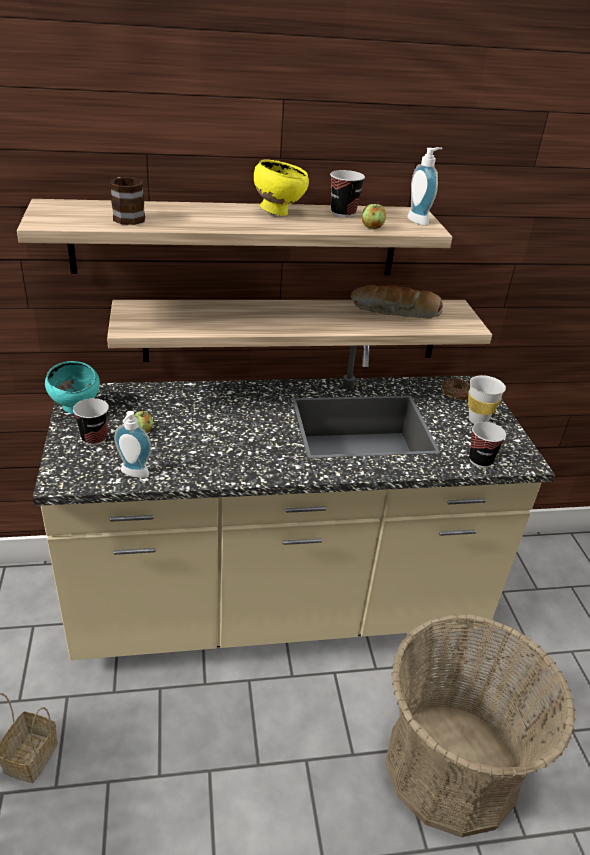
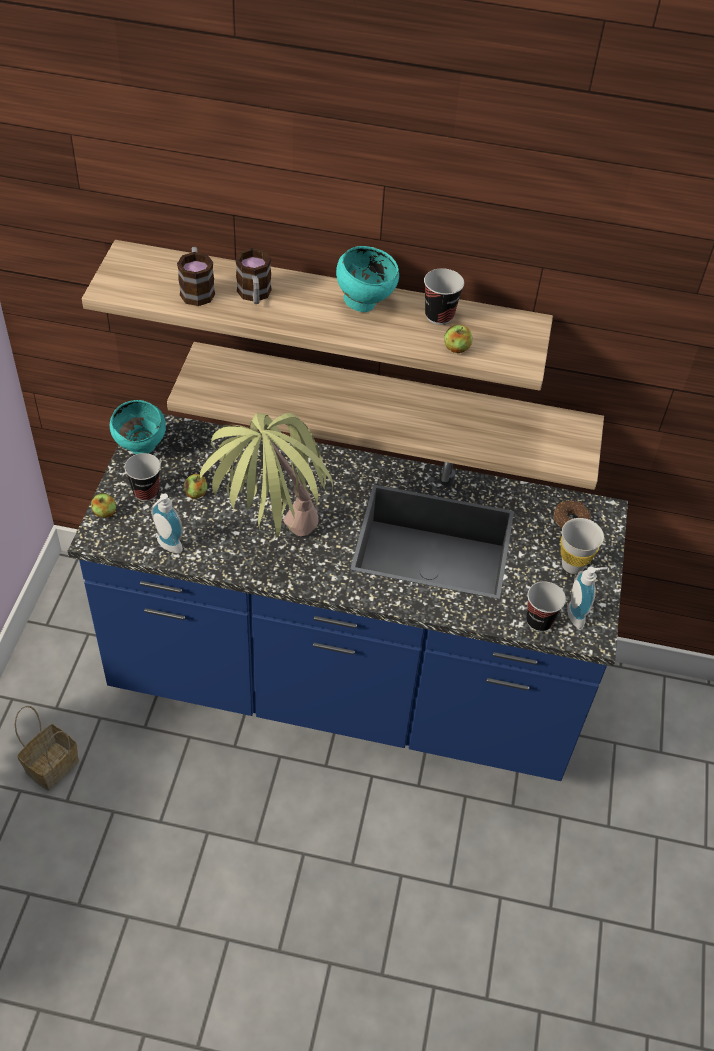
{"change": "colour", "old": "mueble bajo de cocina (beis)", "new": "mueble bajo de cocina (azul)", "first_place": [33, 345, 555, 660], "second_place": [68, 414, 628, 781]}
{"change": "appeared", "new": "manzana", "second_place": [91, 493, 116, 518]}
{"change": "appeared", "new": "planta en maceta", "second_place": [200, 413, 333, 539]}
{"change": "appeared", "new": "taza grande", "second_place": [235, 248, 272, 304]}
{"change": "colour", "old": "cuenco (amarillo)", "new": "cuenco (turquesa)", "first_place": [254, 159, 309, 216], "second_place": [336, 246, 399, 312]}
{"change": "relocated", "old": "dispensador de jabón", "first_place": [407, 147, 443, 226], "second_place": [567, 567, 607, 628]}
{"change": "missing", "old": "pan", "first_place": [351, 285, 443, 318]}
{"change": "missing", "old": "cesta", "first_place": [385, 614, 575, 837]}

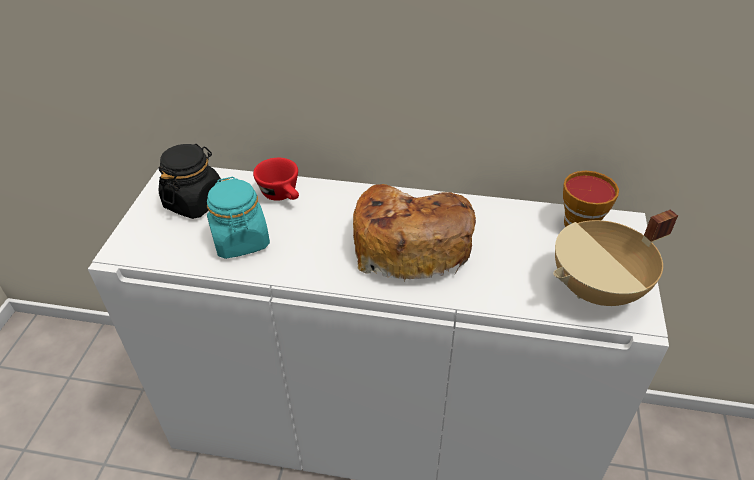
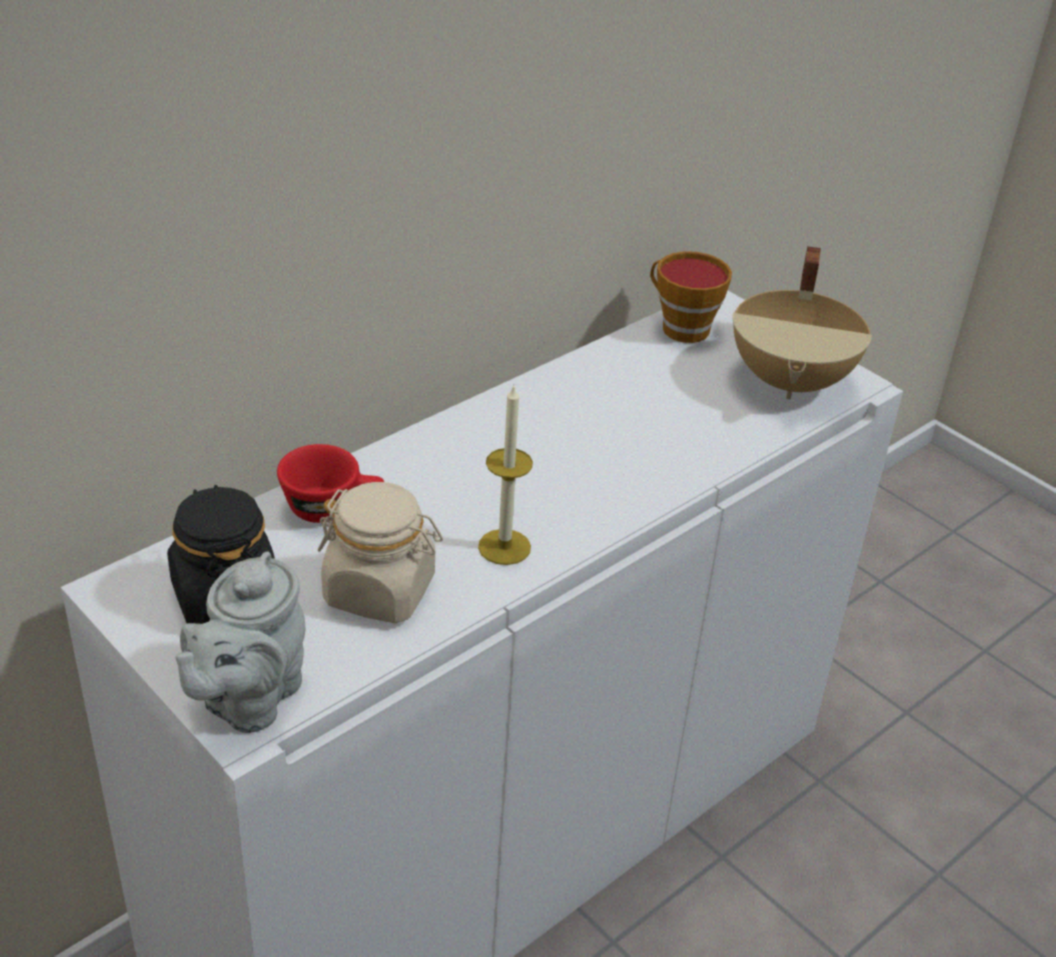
{"change": "appeared", "new": "tetera (gris)", "second_place": [175, 551, 305, 733]}
{"change": "colour", "old": "tarro (turquesa)", "new": "tarro (beis)", "first_place": [207, 176, 270, 259], "second_place": [318, 482, 443, 623]}
{"change": "appeared", "new": "vela", "second_place": [478, 385, 533, 565]}
{"change": "missing", "old": "pan", "first_place": [353, 184, 476, 282]}

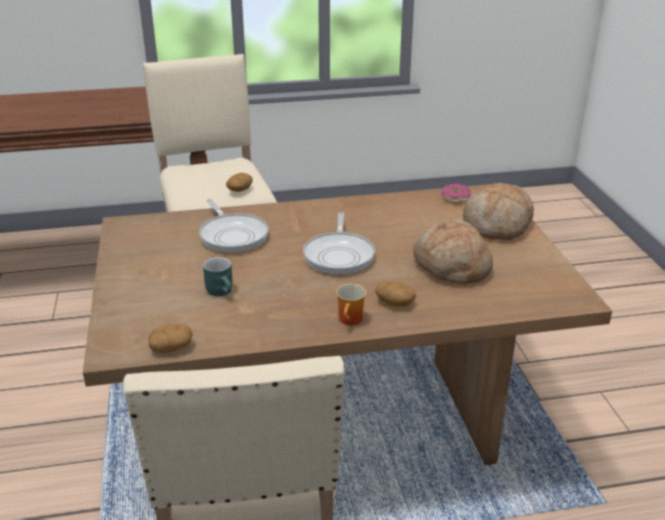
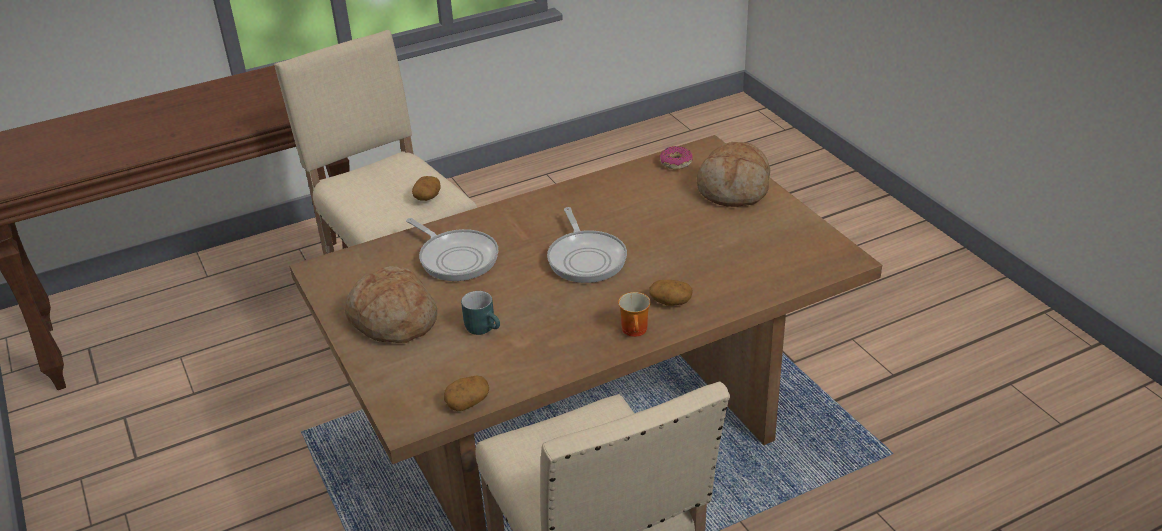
{"change": "relocated", "old": "pan", "first_place": [413, 220, 493, 284], "second_place": [345, 266, 437, 343]}

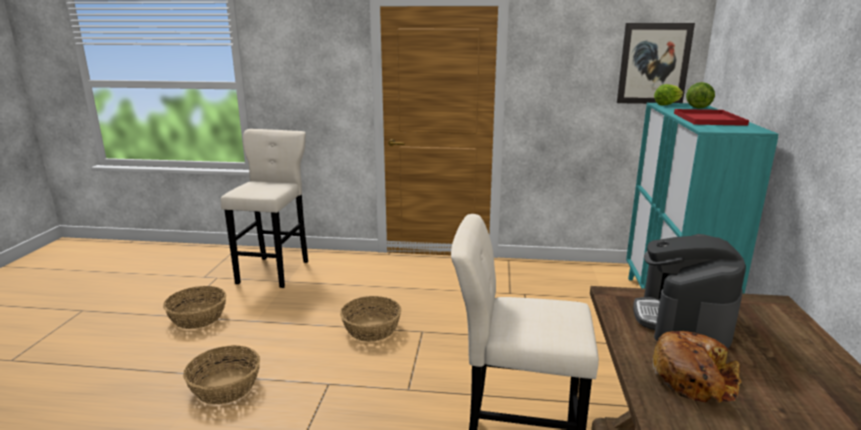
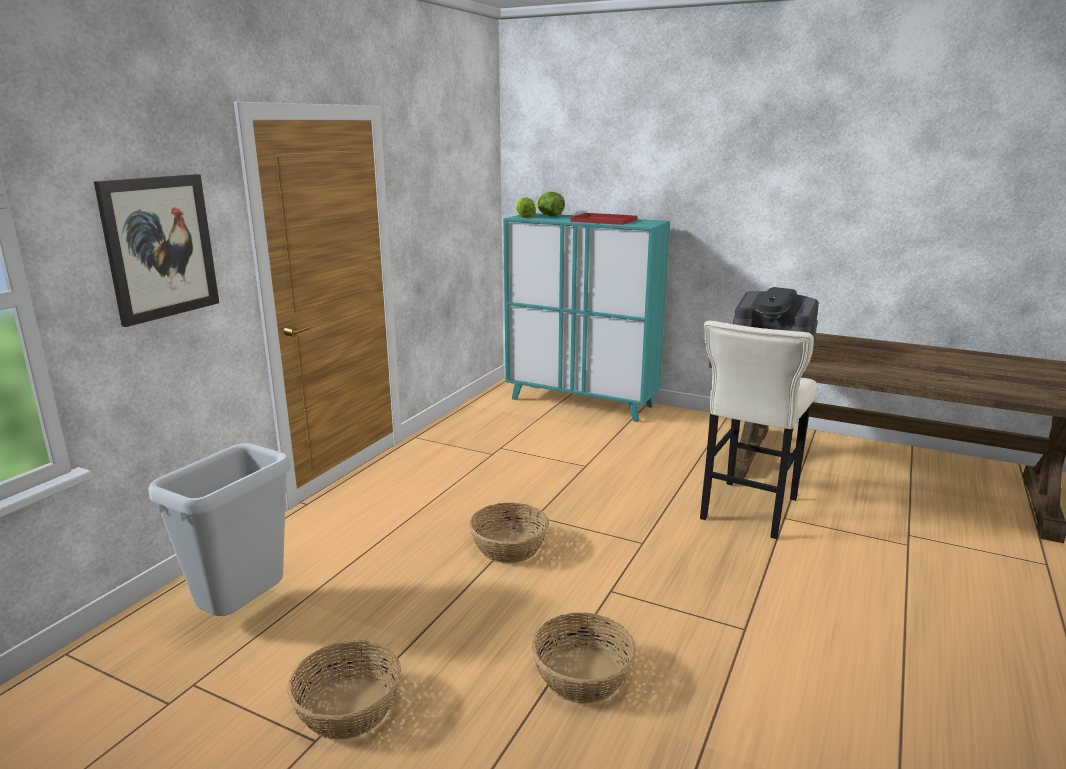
{"change": "relocated", "old": "cuadro", "first_place": [617, 23, 695, 104], "second_place": [94, 174, 219, 327]}
{"change": "exchanged", "old": "taburete (beis)", "new": "papelera (gris)", "first_place": [221, 129, 308, 288], "second_place": [148, 443, 291, 616]}
{"change": "missing", "old": "pan", "first_place": [652, 331, 741, 403]}

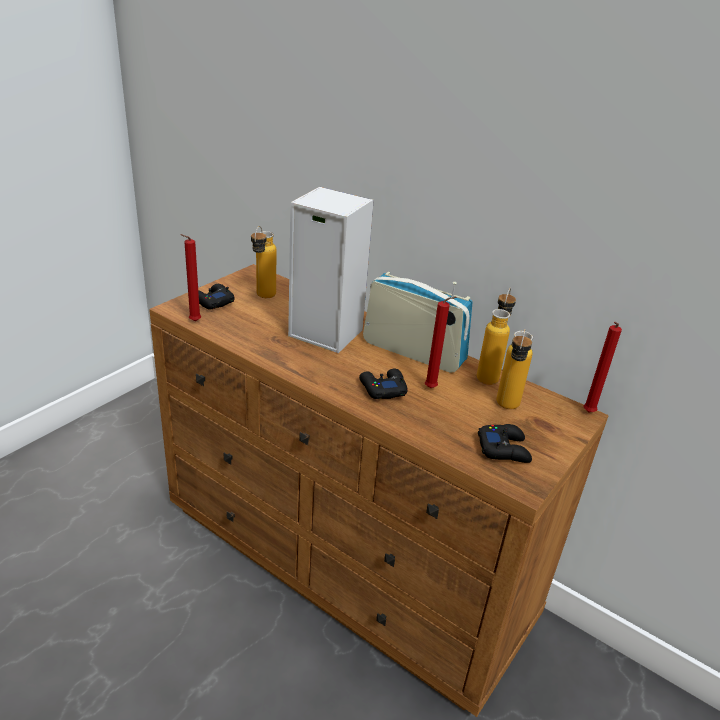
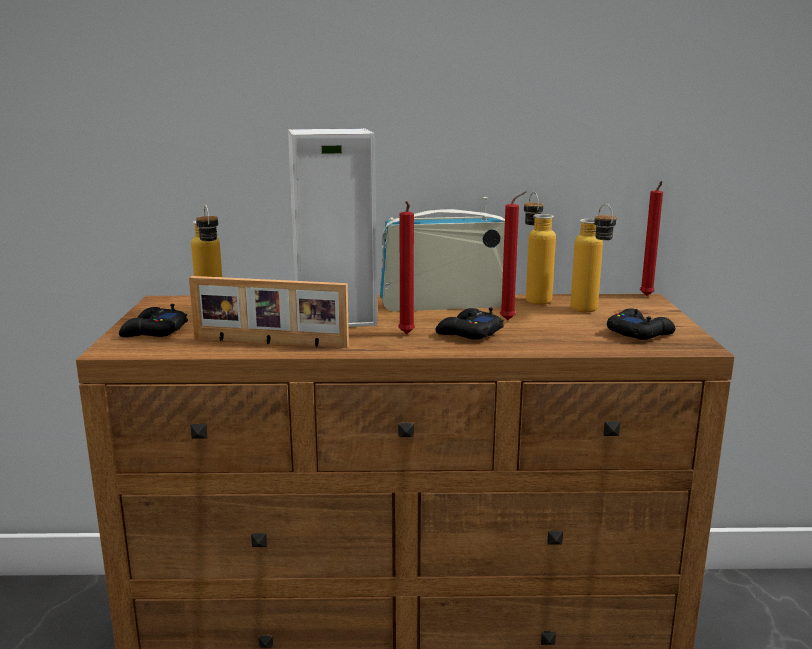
{"change": "appeared", "new": "portarretratos", "second_place": [189, 276, 349, 348]}
{"change": "relocated", "old": "vela (rojo)", "first_place": [180, 234, 201, 322], "second_place": [398, 201, 415, 334]}

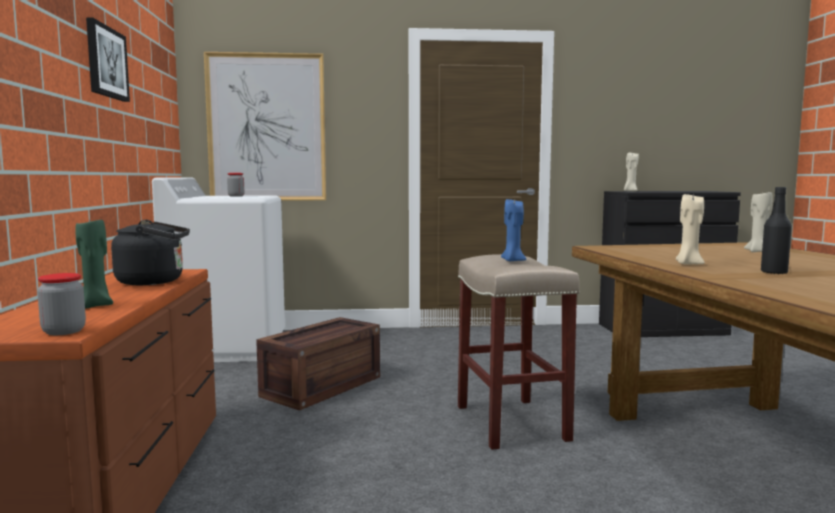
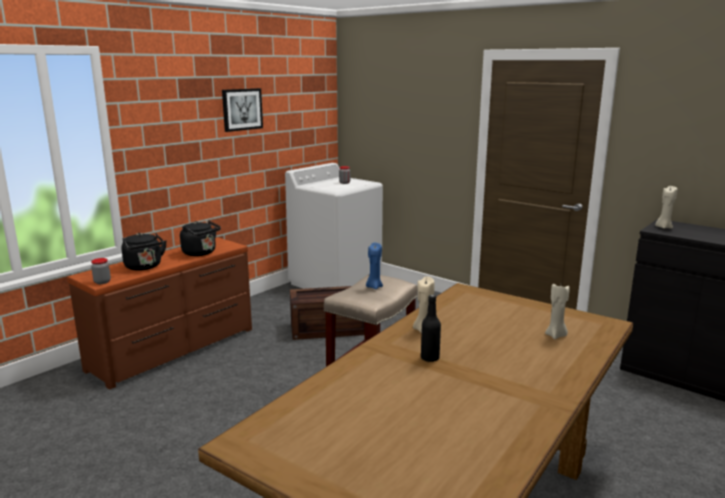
{"change": "exchanged", "old": "vela (verde)", "new": "hervidor (negro)", "first_place": [75, 220, 113, 309], "second_place": [121, 233, 167, 271]}
{"change": "missing", "old": "cuadro", "first_place": [204, 52, 326, 200]}

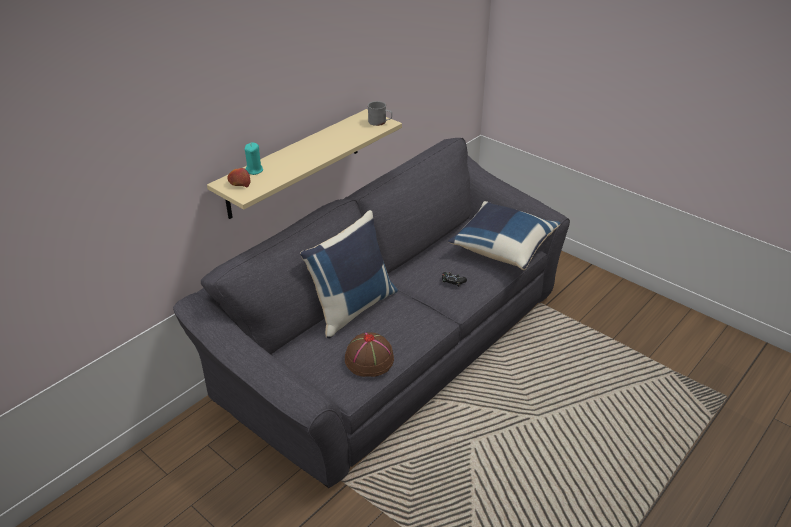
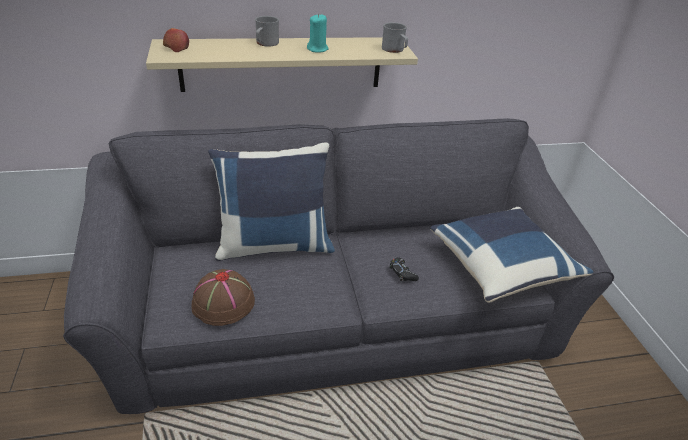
{"change": "appeared", "new": "taza grande (gris)", "second_place": [255, 16, 279, 46]}
{"change": "relocated", "old": "vela (turquesa)", "first_place": [244, 143, 263, 175], "second_place": [307, 14, 329, 52]}

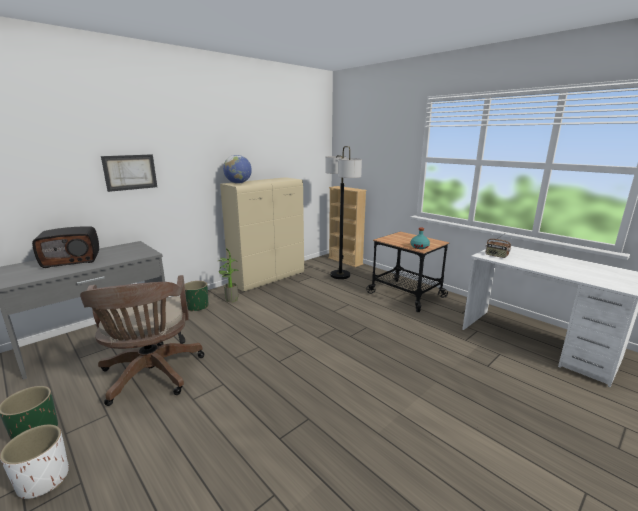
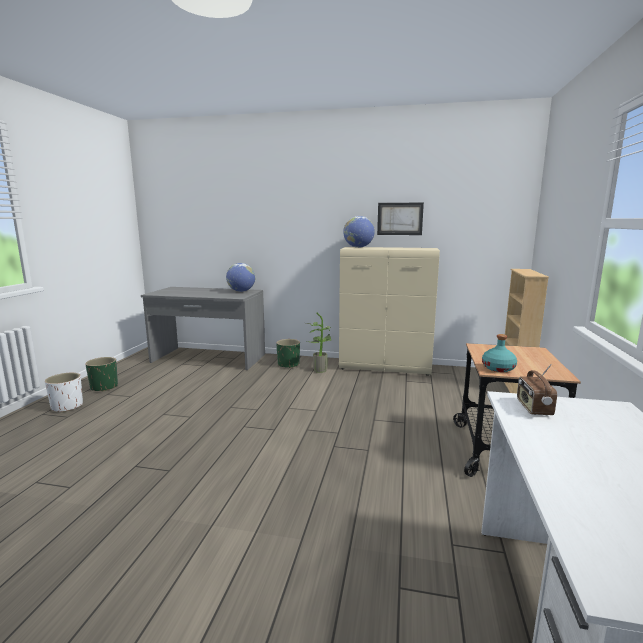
{"change": "appeared", "new": "globo terráqueo", "second_place": [226, 263, 255, 292]}
{"change": "relocated", "old": "cuadro", "first_place": [101, 154, 157, 192], "second_place": [377, 202, 424, 235]}
{"change": "missing", "old": "radio", "first_place": [32, 226, 99, 268]}
{"change": "missing", "old": "silla de oficina (marrón)", "first_place": [80, 275, 204, 406]}
{"change": "missing", "old": "lámpara de pie", "first_place": [325, 146, 362, 279]}

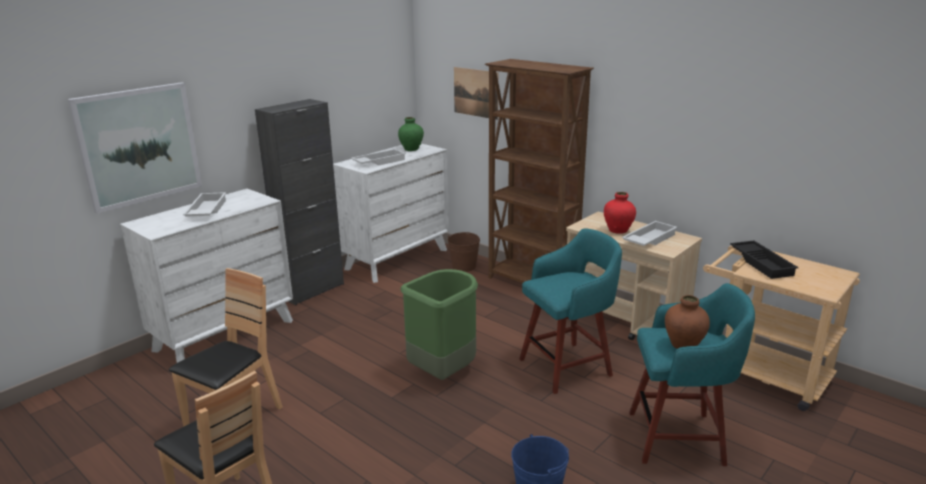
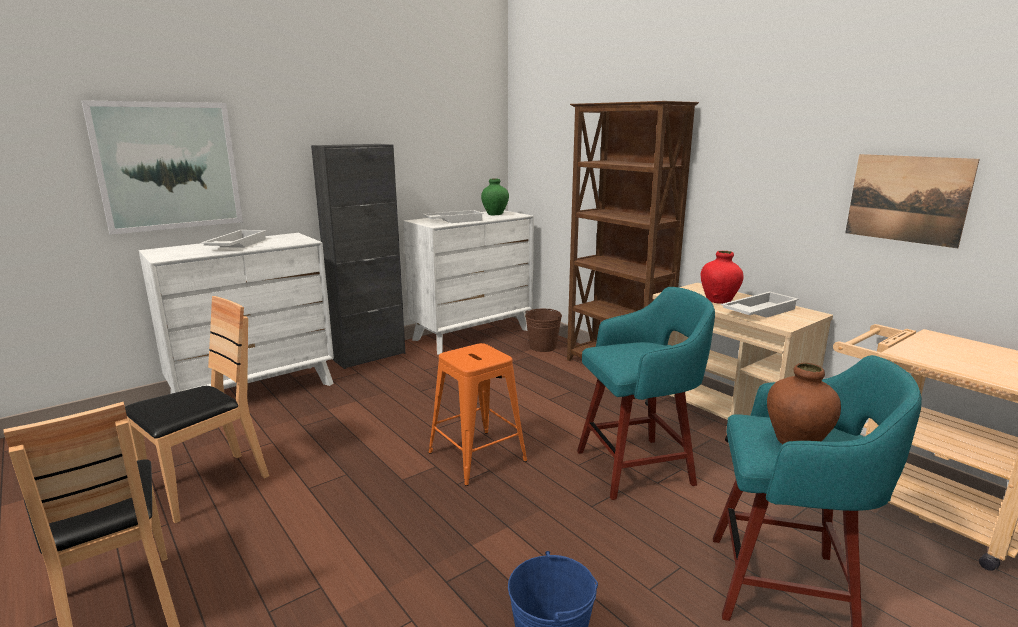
{"change": "exchanged", "old": "papelera (verde)", "new": "taburete (naranja)", "first_place": [400, 269, 478, 380], "second_place": [428, 343, 527, 486]}
{"change": "relocated", "old": "cuadro", "first_place": [454, 67, 498, 120], "second_place": [845, 154, 980, 248]}
{"change": "missing", "old": "bandeja (negro)", "first_place": [730, 241, 799, 279]}

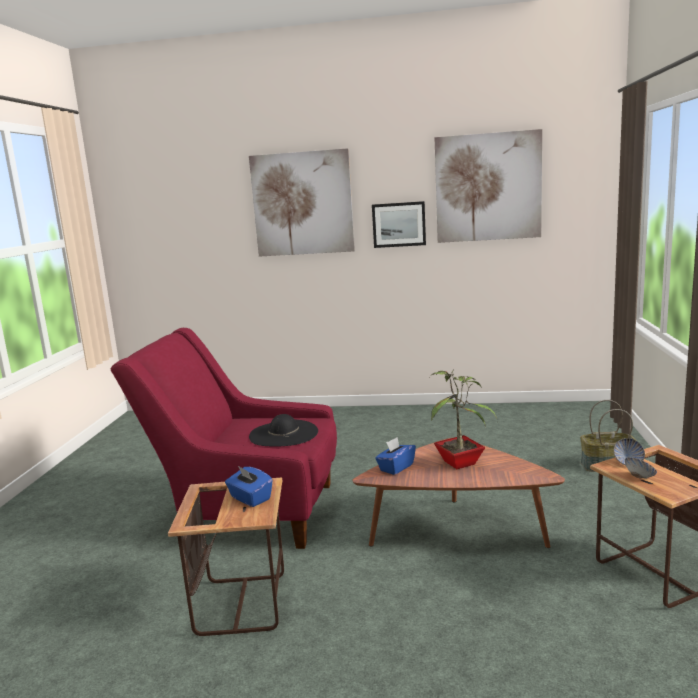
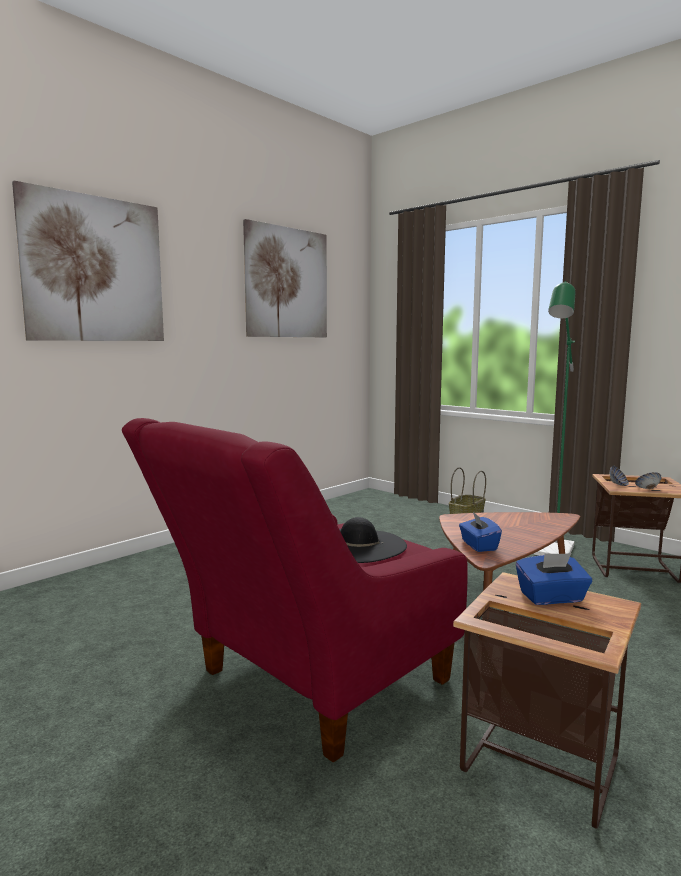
{"change": "appeared", "new": "lámpara de pie (verde)", "second_place": [534, 281, 576, 556]}
{"change": "missing", "old": "cuadro", "first_place": [372, 201, 426, 248]}
{"change": "missing", "old": "planta en maceta", "first_place": [430, 371, 497, 469]}

